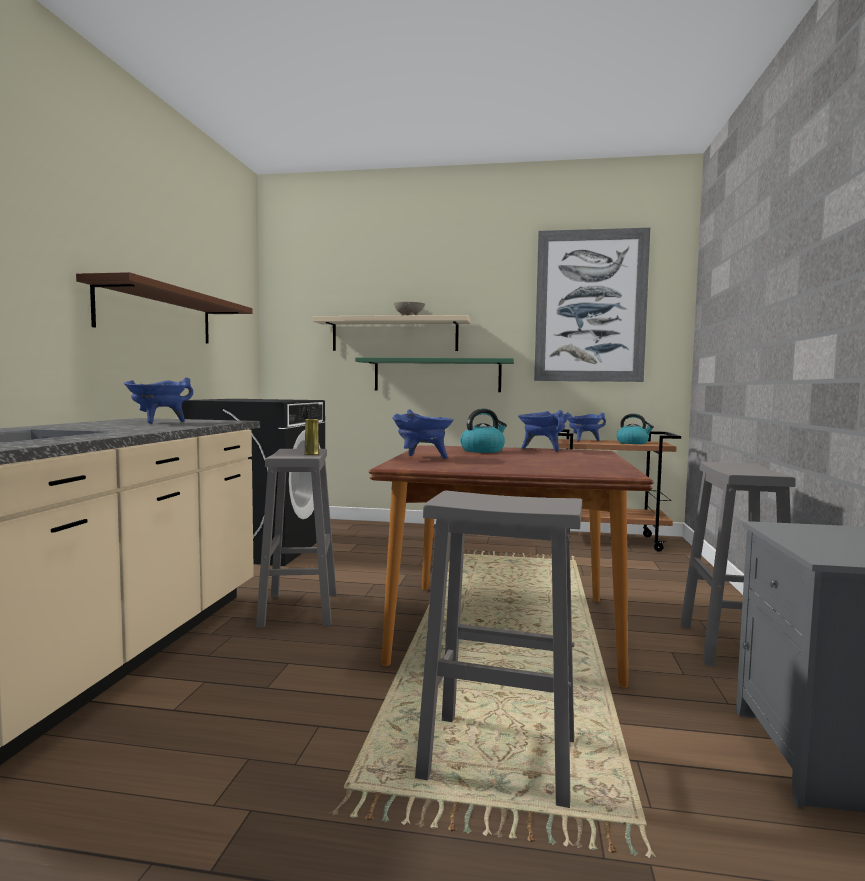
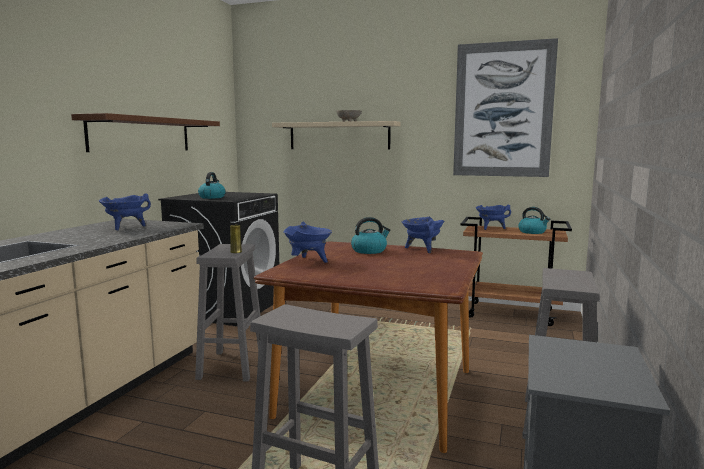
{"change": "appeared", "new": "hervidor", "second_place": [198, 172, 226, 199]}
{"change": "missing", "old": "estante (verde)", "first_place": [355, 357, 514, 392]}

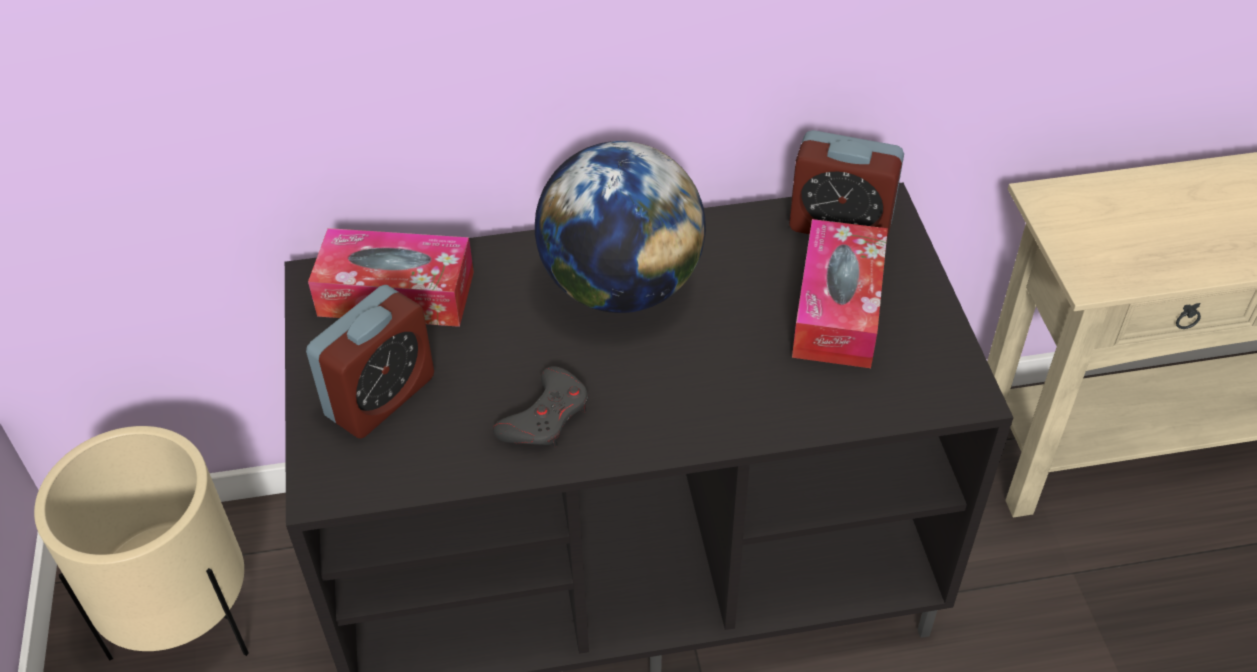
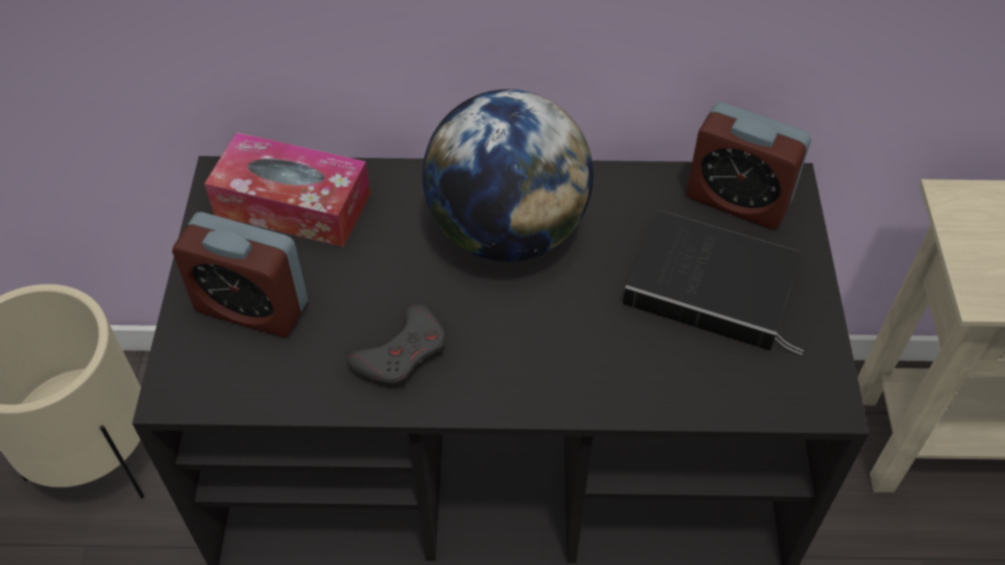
{"change": "spun", "old": "despertador", "first_place": [306, 285, 434, 439], "second_place": [172, 212, 308, 337], "degrees": 60}
{"change": "exchanged", "old": "caja de pañuelos", "new": "libro", "first_place": [792, 219, 888, 368], "second_place": [623, 211, 804, 355]}

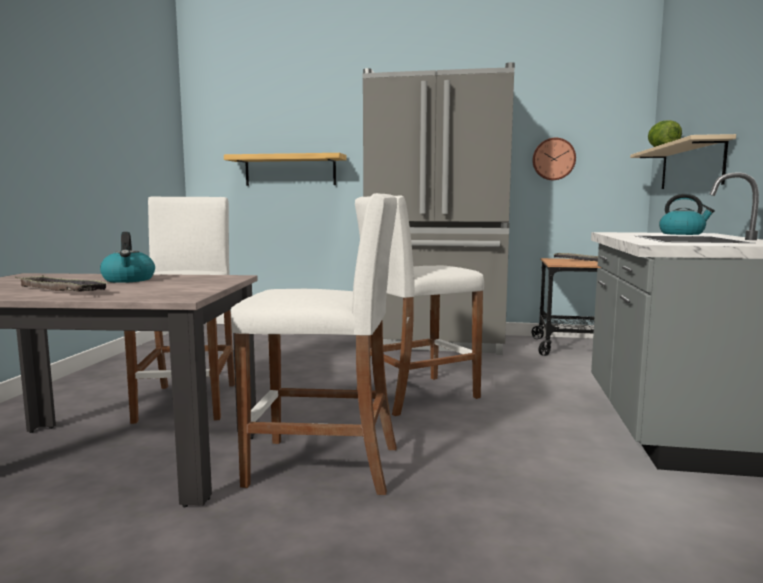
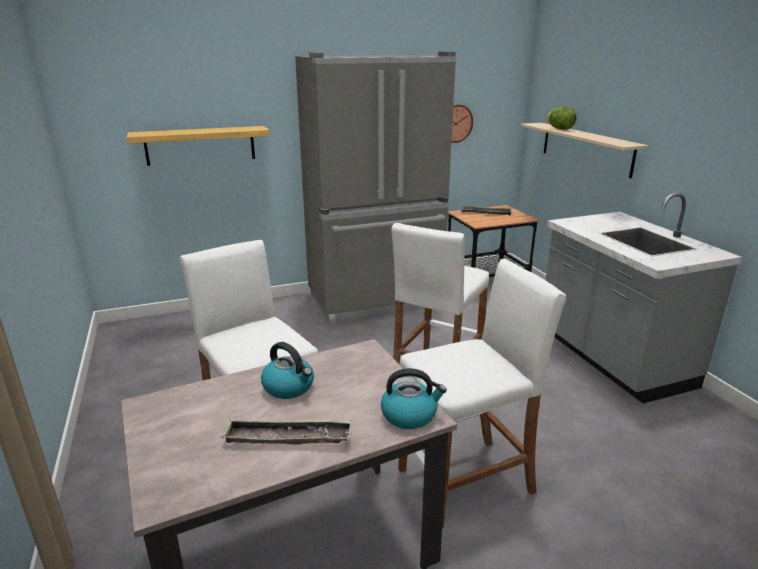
{"change": "relocated", "old": "hervidor", "first_place": [659, 194, 715, 235], "second_place": [381, 368, 447, 429]}

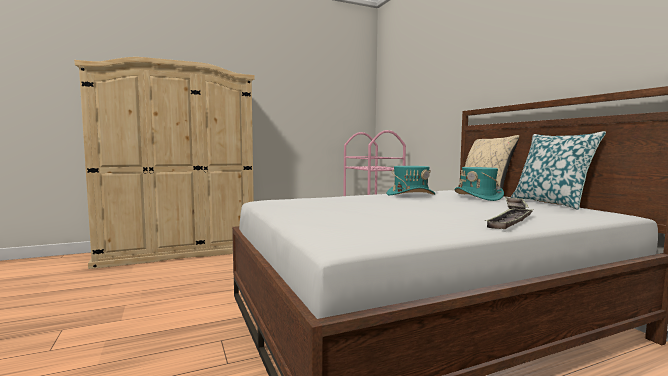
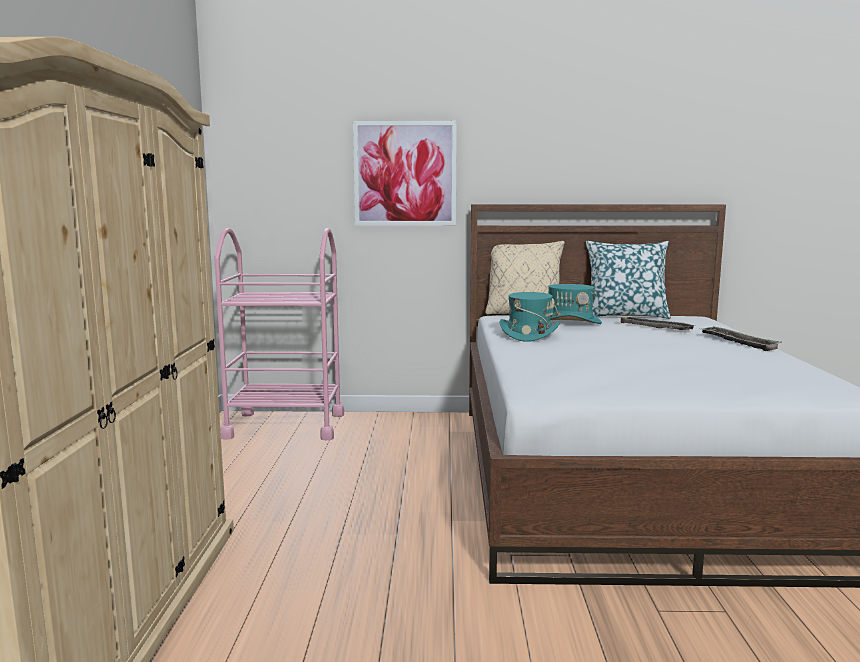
{"change": "appeared", "new": "cuadro", "second_place": [353, 121, 457, 226]}

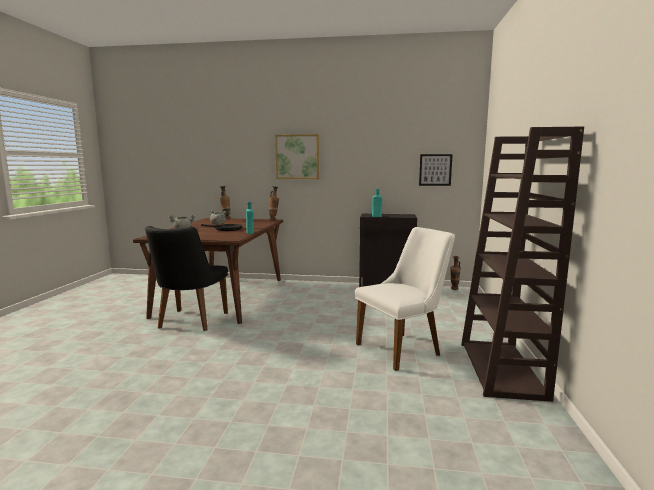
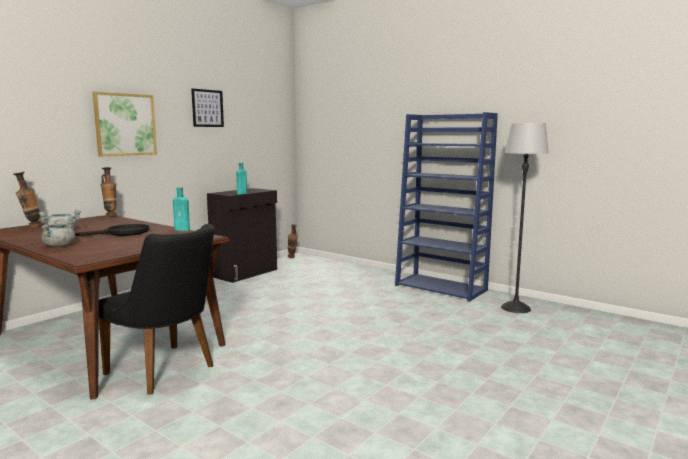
{"change": "relocated", "old": "cuadro", "first_place": [419, 154, 453, 186], "second_place": [191, 89, 224, 127]}
{"change": "colour", "old": "estantería (marrón)", "new": "estantería (azul)", "first_place": [461, 127, 584, 402], "second_place": [395, 112, 498, 302]}
{"change": "appeared", "new": "lámpara de pie", "second_place": [501, 123, 549, 313]}
{"change": "missing", "old": "silla (blanco)", "first_place": [355, 227, 455, 371]}

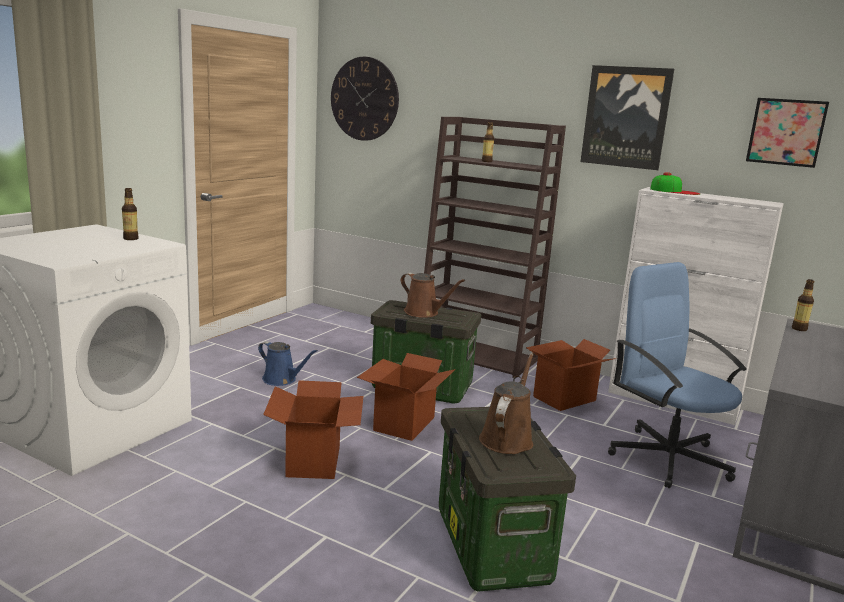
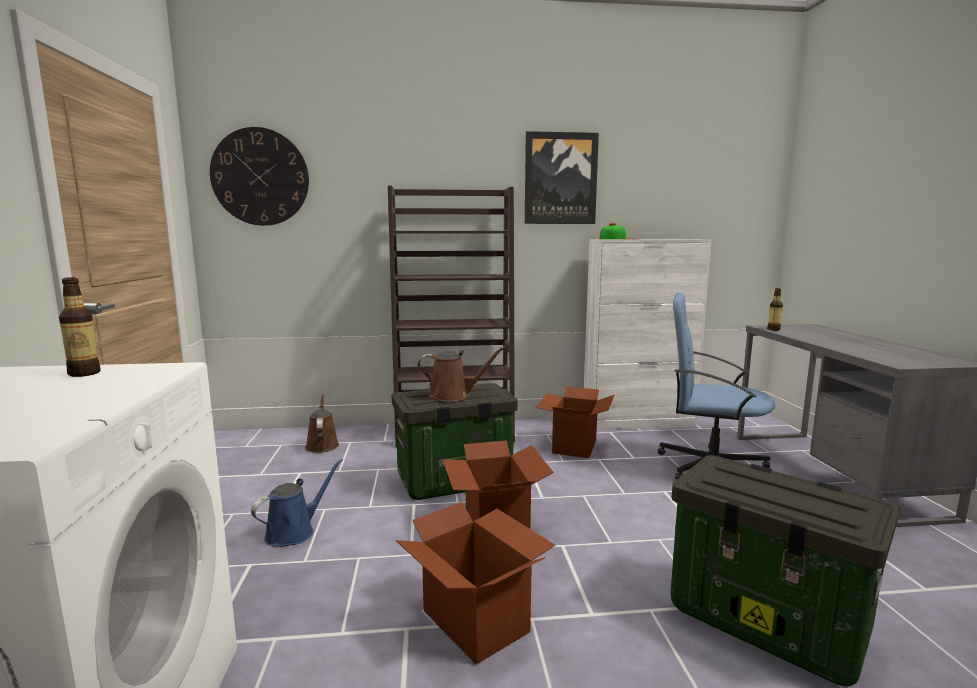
{"change": "spun", "old": "regadera (azul)", "first_place": [258, 341, 318, 386], "second_place": [251, 459, 343, 547], "degrees": -45}
{"change": "relocated", "old": "regadera (marrón)", "first_place": [479, 353, 534, 454], "second_place": [305, 393, 339, 453]}
{"change": "missing", "old": "botella", "first_place": [482, 122, 494, 162]}
{"change": "missing", "old": "cuadro", "first_place": [746, 98, 829, 168]}

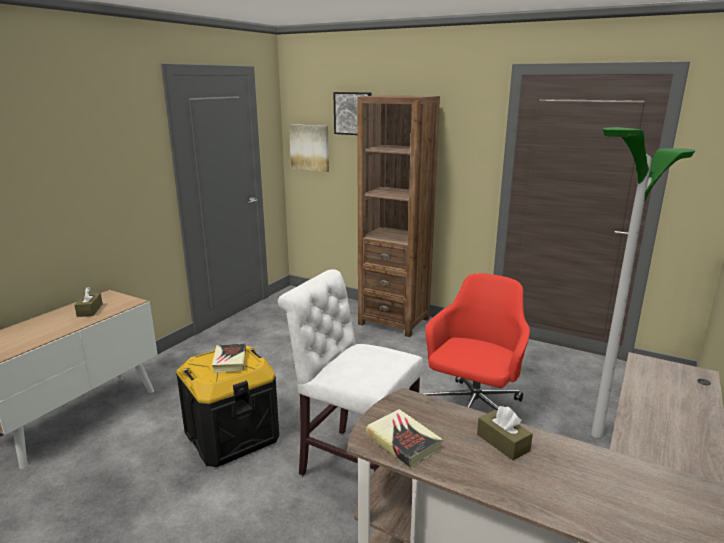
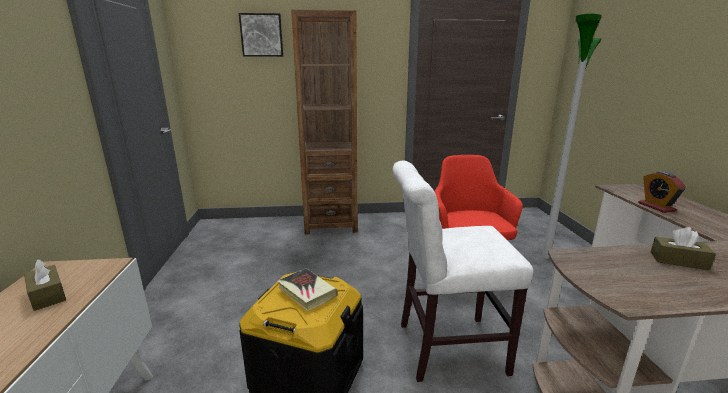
{"change": "appeared", "new": "despertador", "second_place": [638, 171, 686, 213]}
{"change": "missing", "old": "cuadro", "first_place": [289, 124, 329, 172]}
{"change": "missing", "old": "libro", "first_place": [366, 409, 443, 468]}

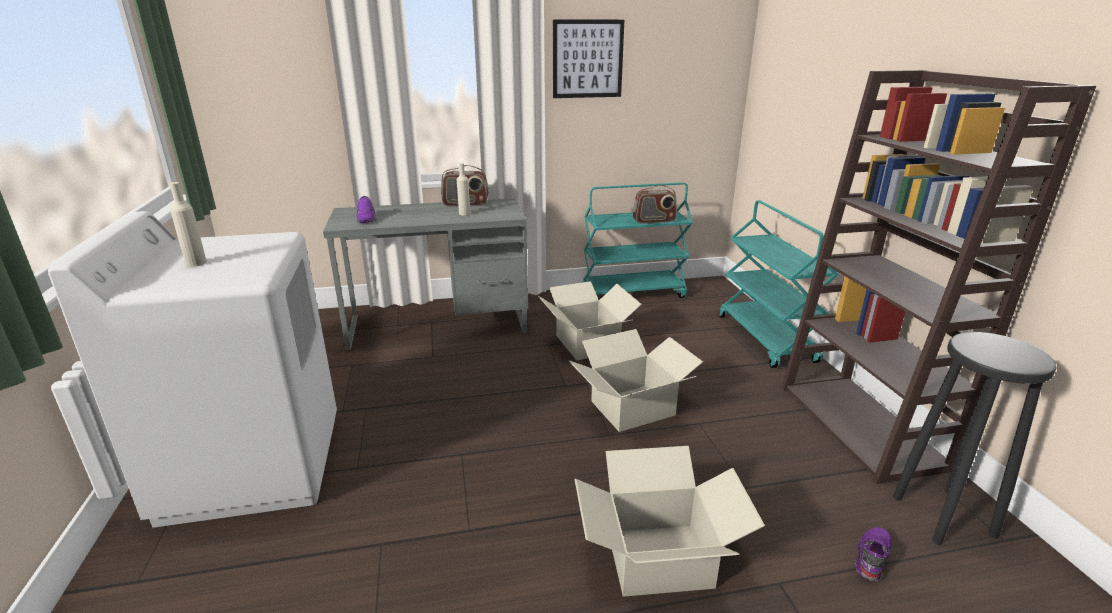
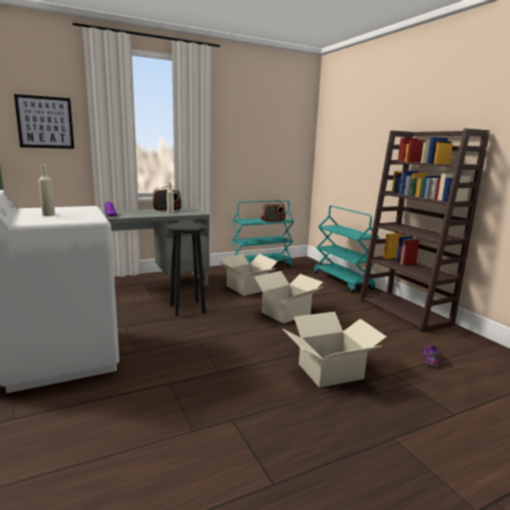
{"change": "relocated", "old": "cuadro", "first_place": [553, 20, 624, 98], "second_place": [14, 94, 74, 149]}
{"change": "relocated", "old": "taburete (negro)", "first_place": [893, 332, 1056, 545], "second_place": [167, 223, 206, 316]}

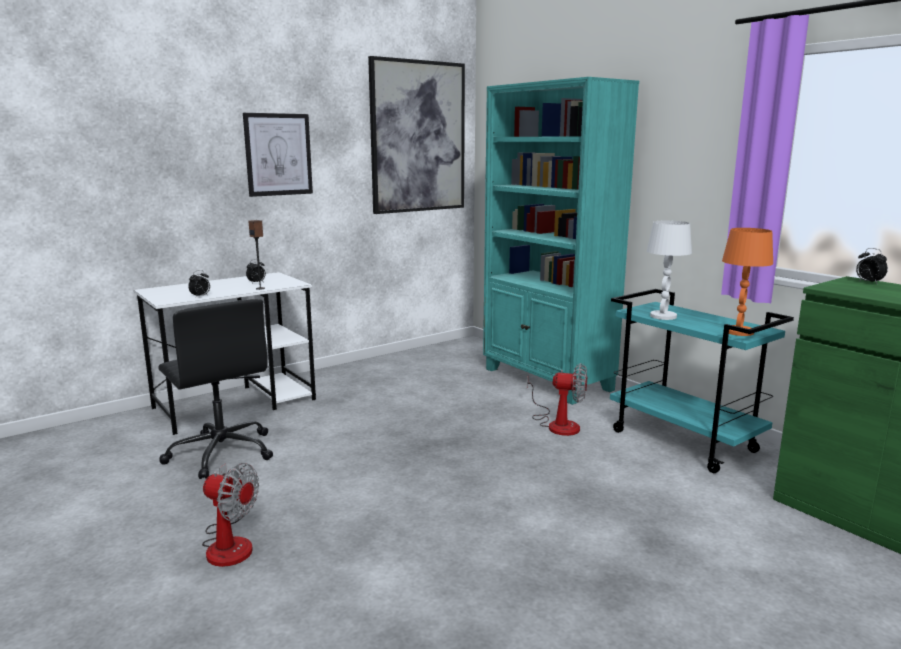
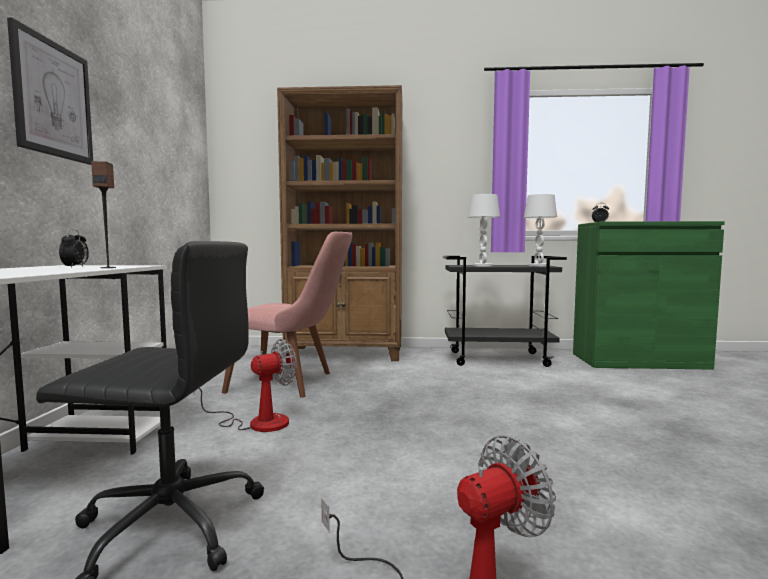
{"change": "relocated", "old": "ventilador", "first_place": [527, 363, 587, 436], "second_place": [193, 339, 297, 432]}
{"change": "appeared", "new": "silla (rosa)", "second_place": [222, 232, 353, 398]}
{"change": "colour", "old": "estantería (turquesa)", "new": "estantería (marrón)", "first_place": [483, 77, 639, 405], "second_place": [277, 85, 403, 361]}
{"change": "colour", "old": "carrito (turquesa)", "new": "carrito (negro)", "first_place": [610, 289, 794, 473], "second_place": [443, 256, 567, 367]}
{"change": "colour", "old": "lámpara de mesa (naranja)", "new": "lámpara de mesa (blanco)", "first_place": [722, 228, 773, 336], "second_place": [524, 194, 557, 266]}
{"change": "missing", "old": "despertador", "first_place": [188, 270, 210, 297]}
{"change": "missing", "old": "cuadro", "first_place": [368, 56, 465, 214]}

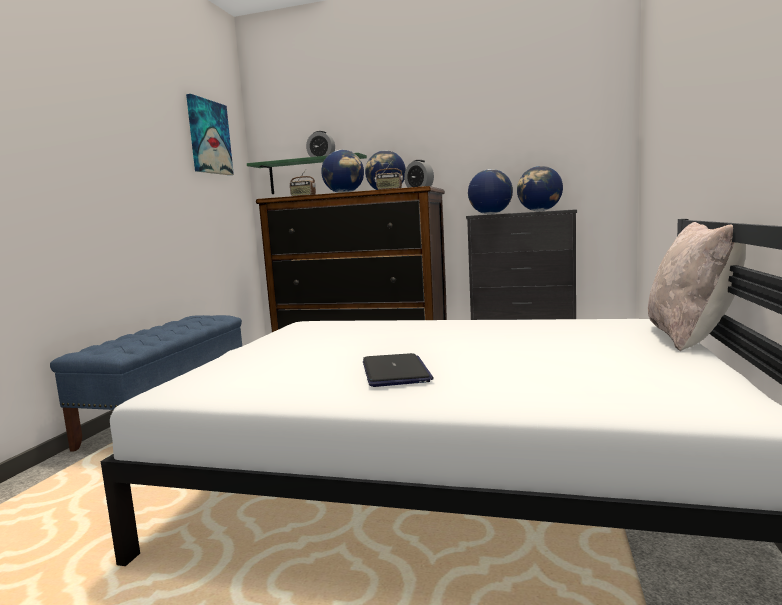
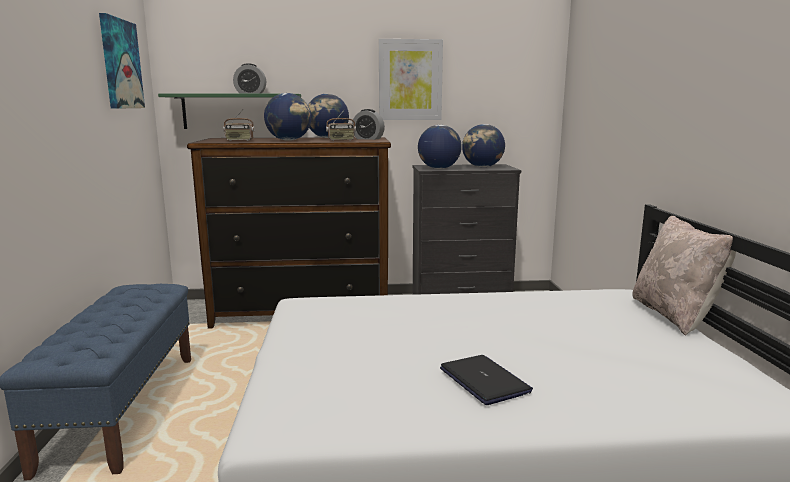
{"change": "appeared", "new": "cuadro", "second_place": [379, 39, 443, 120]}

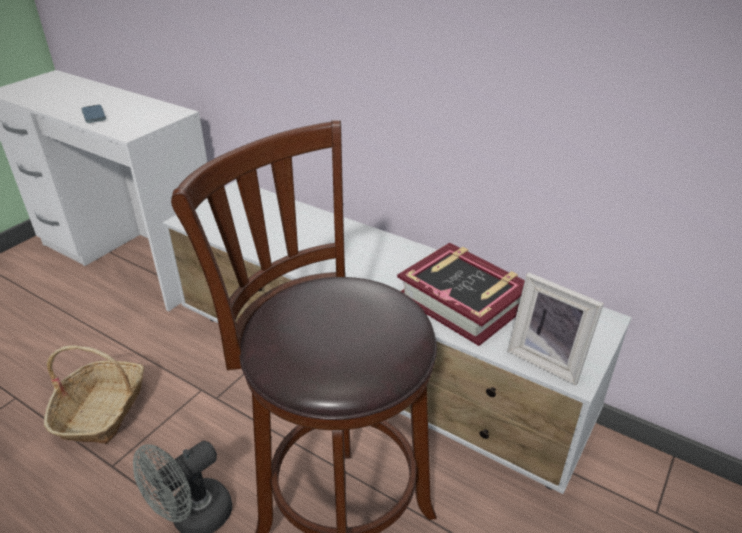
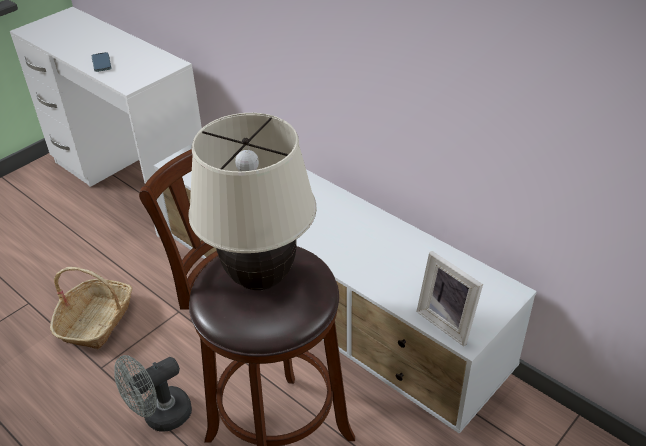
{"change": "appeared", "new": "lámpara de mesa (beis)", "second_place": [188, 113, 316, 290]}
{"change": "missing", "old": "libro", "first_place": [397, 243, 525, 346]}

